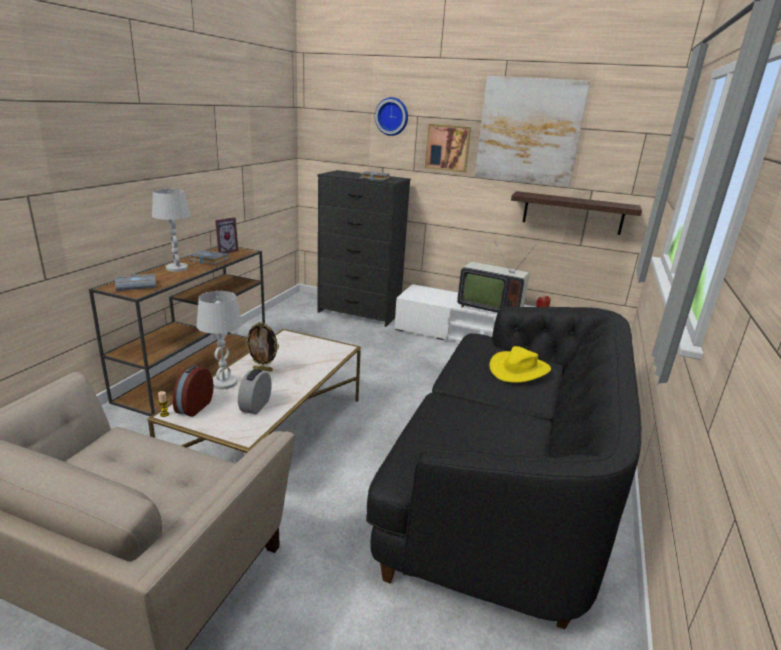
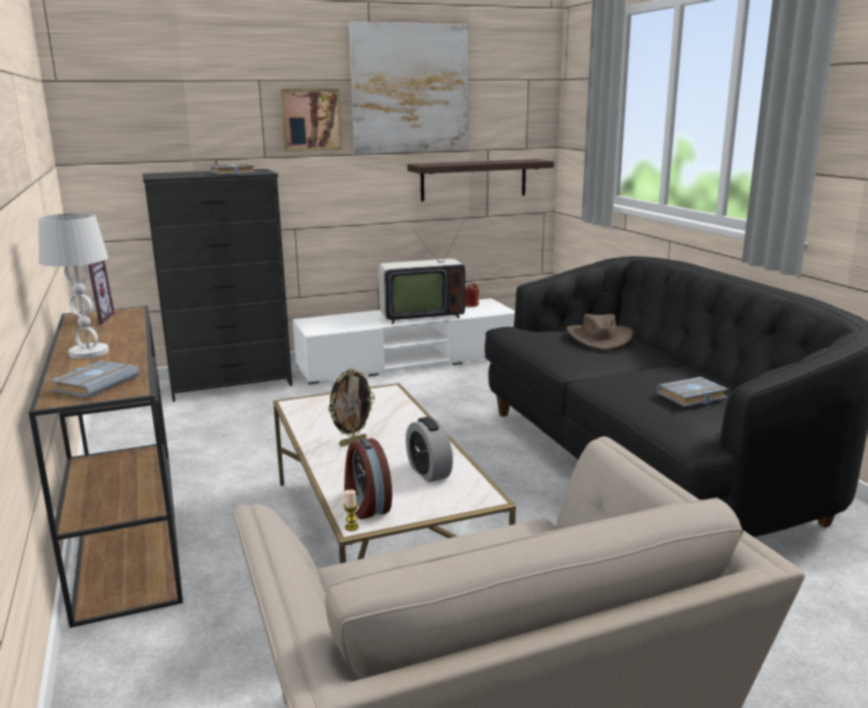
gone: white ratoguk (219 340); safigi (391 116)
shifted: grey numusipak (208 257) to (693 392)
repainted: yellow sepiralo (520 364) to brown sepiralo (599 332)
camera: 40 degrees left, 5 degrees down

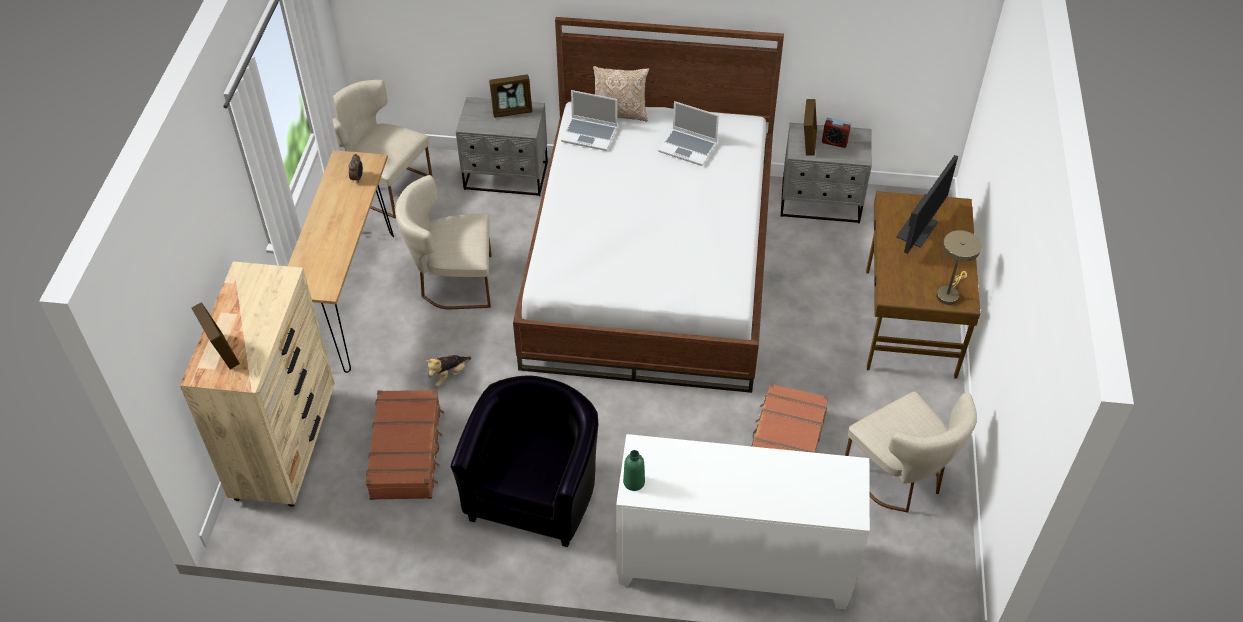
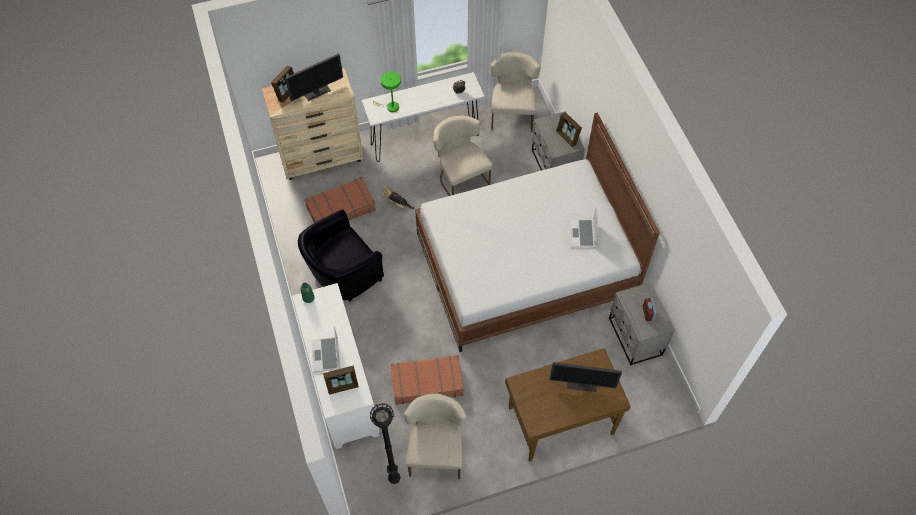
gone: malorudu (621 94); beige ratoguk (958 267)
new: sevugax (314 77); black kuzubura (385 443); green ratoguk (387 91)
shifted: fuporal (589 120) to (325 349); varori (810 127) to (341 380)
repainted: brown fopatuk (341 261) to white fopatuk (423 117)
rotated: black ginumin (524 461) = (341 255) 150 degrees clockwise; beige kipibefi (911 452) = (435 436) 150 degrees clockwise
camera: 65 degrees right, 10 degrees up

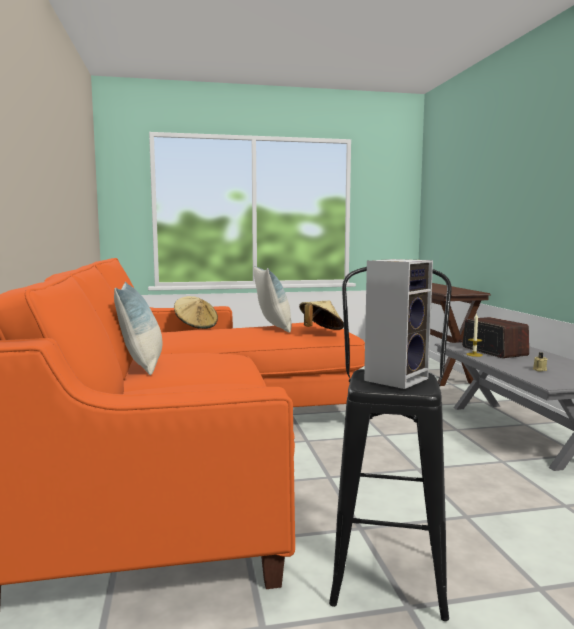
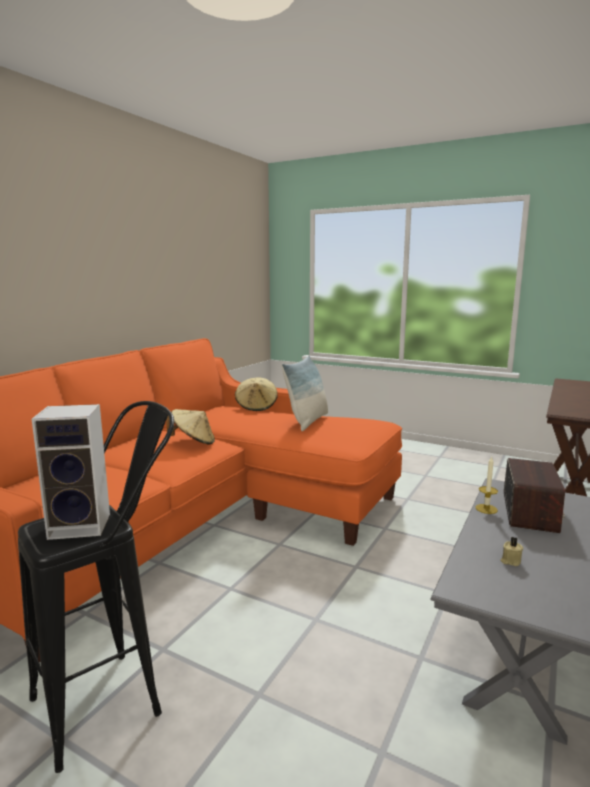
gone: malorudu (138 328)
shifted: beige sepiralo (321 315) to (190 427)
camera: 40 degrees right, 5 degrees up

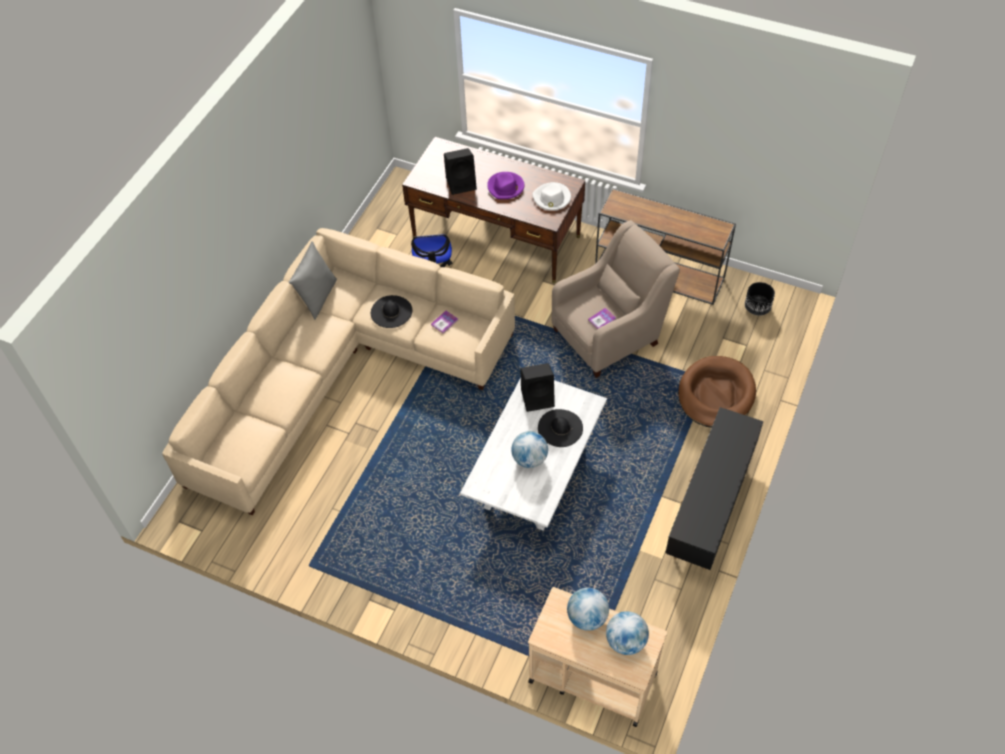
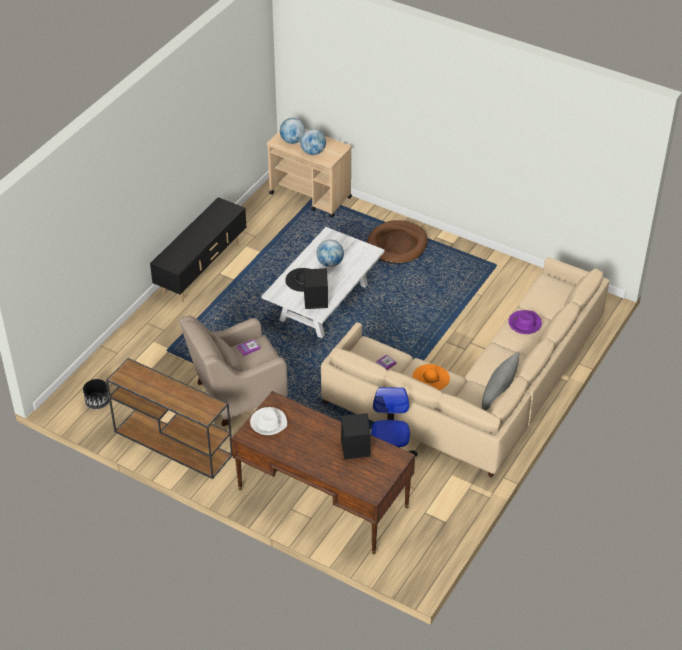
shifted: purple sepiralo (505 185) to (525 322); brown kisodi (717 392) to (397 242)
repainted: black sepiralo (392 311) to orange sepiralo (431 377)
camera: 175 degrees left, 10 degrees down

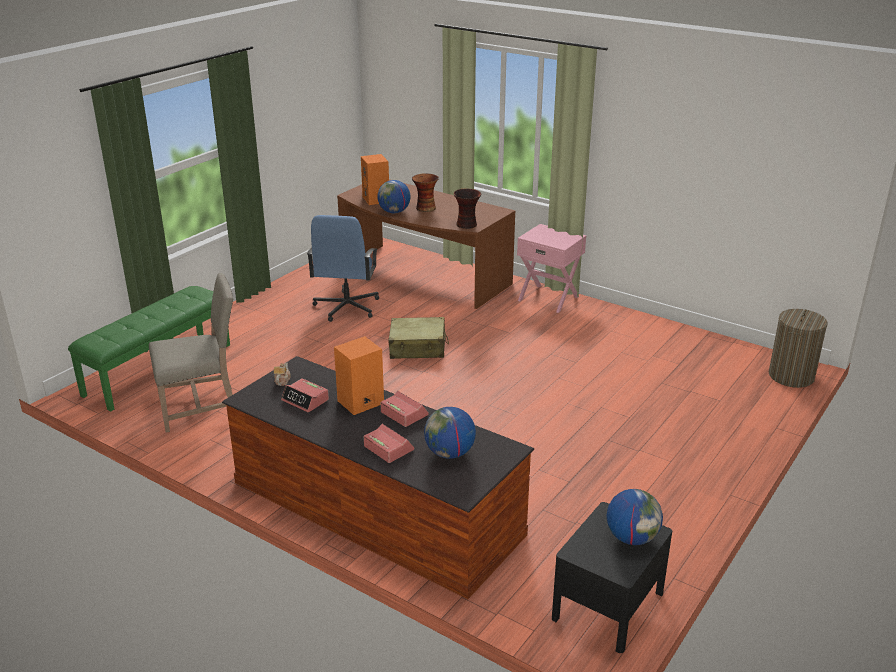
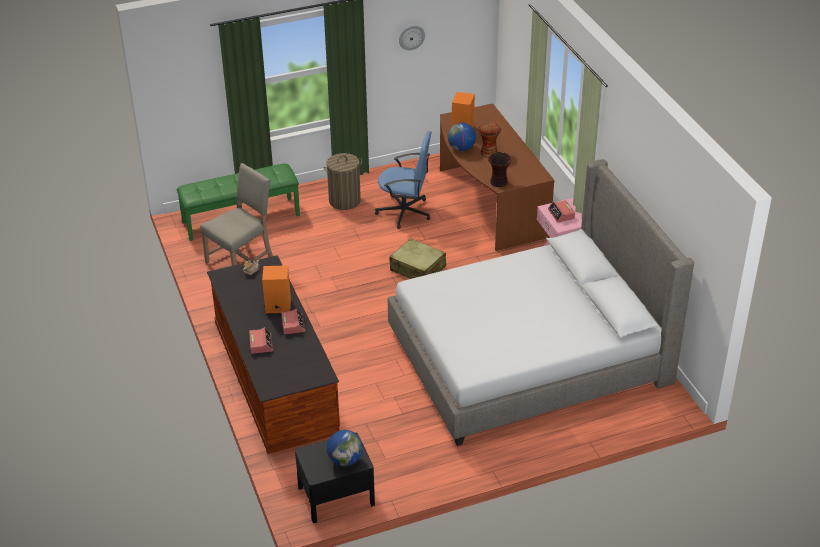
gone: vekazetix (450 433)
new: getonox (541 302); safigi (412 38)
shifted: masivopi (305 395) to (561 211); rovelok (798 348) to (343 181)
rotated: beige kipibefi (191 353) = (236 214) 60 degrees counterclockwise; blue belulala (343 268) = (403 180) 120 degrees counterclockwise
camera: 35 degrees right, 10 degrees up

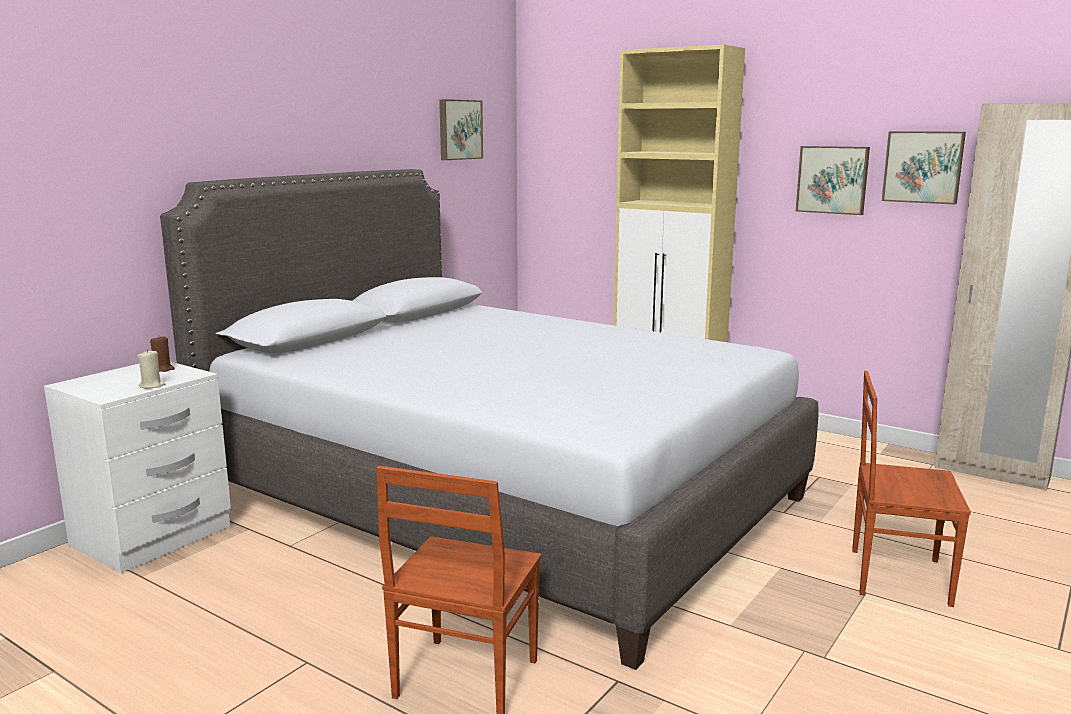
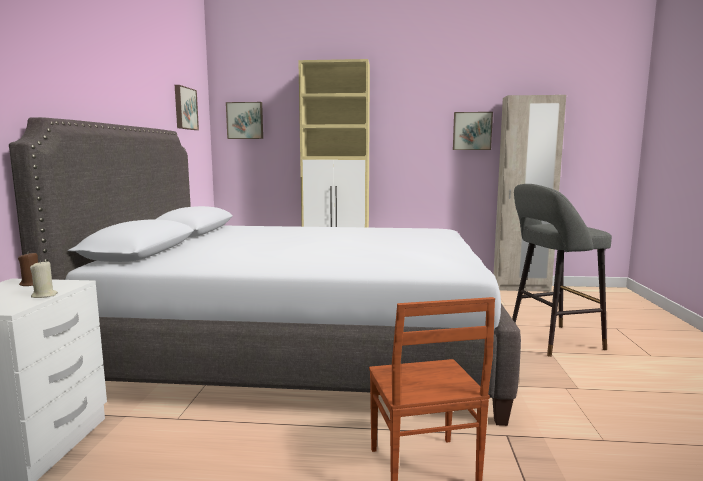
shifted: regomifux (832 180) to (244 120)
swapped: brown kipibefi (911 489) to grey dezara (562 270)
camera: 30 degrees left, 5 degrees down

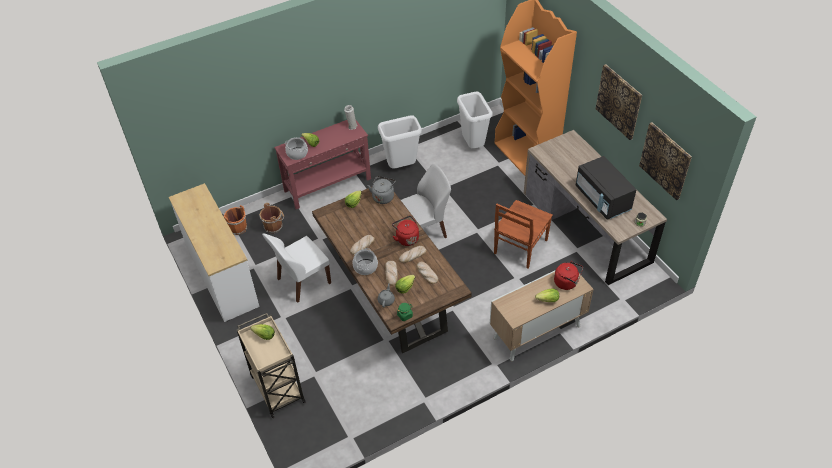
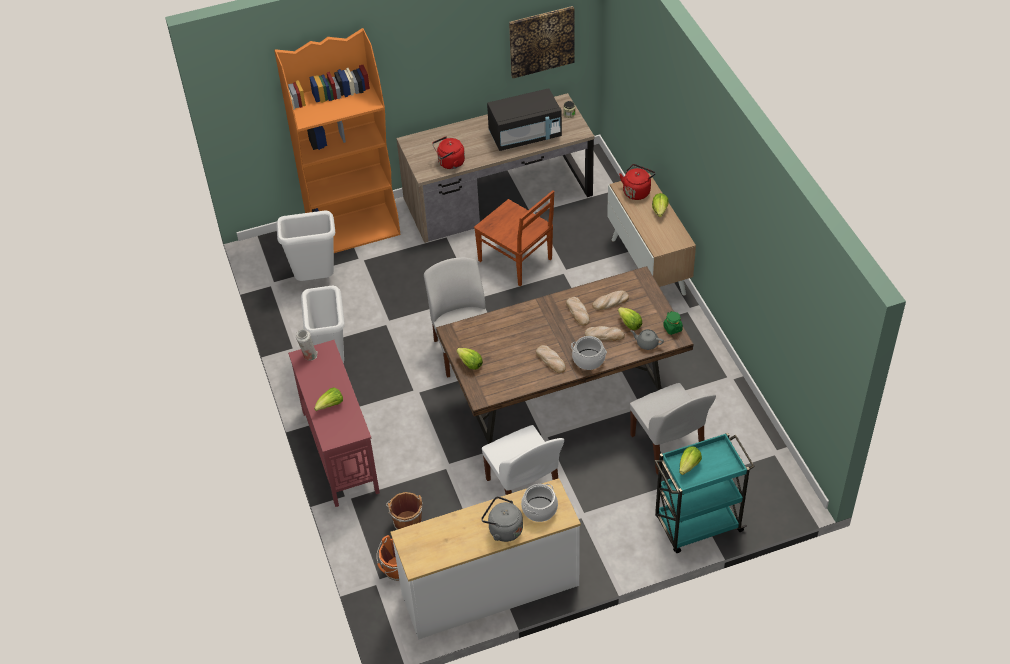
gone: regomifux (619 102)
new: white kipibefi (673 429)
shifted: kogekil (296 148) to (539 503); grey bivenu (382 190) to (502 519); red bivenu (405 231) to (448 152)
repainted: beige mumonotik (271 365) to turquoise mumonotik (704 493)
camera: 80 degrees left, 0 degrees up

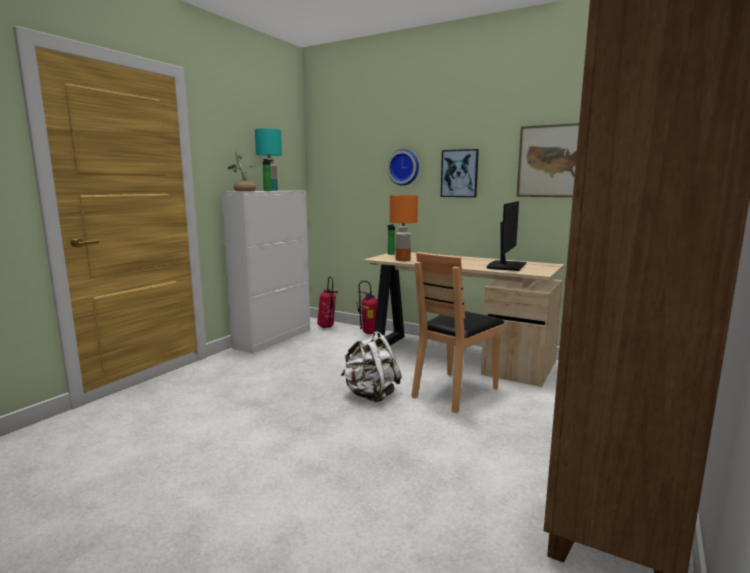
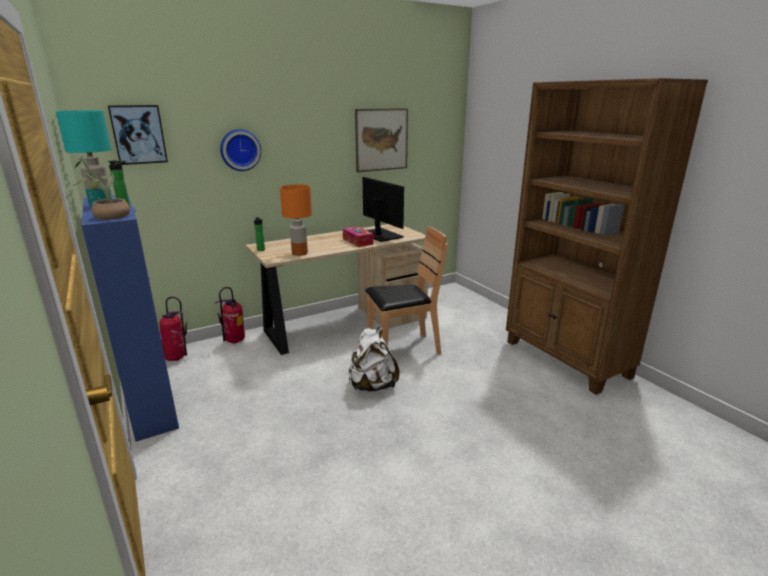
new: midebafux (358 236)
shifted: regomifux (460 173) to (138 135)
repainted: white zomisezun (265 272) to blue zomisezun (130 318)
rotated: brown kipibefi (457 332) = (406 290) 90 degrees counterclockwise
camera: 60 degrees left, 10 degrees up

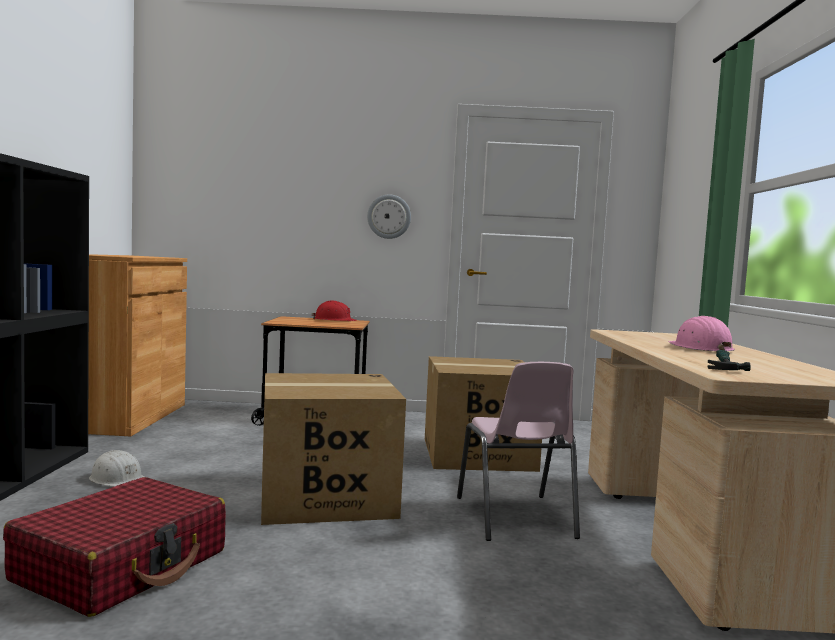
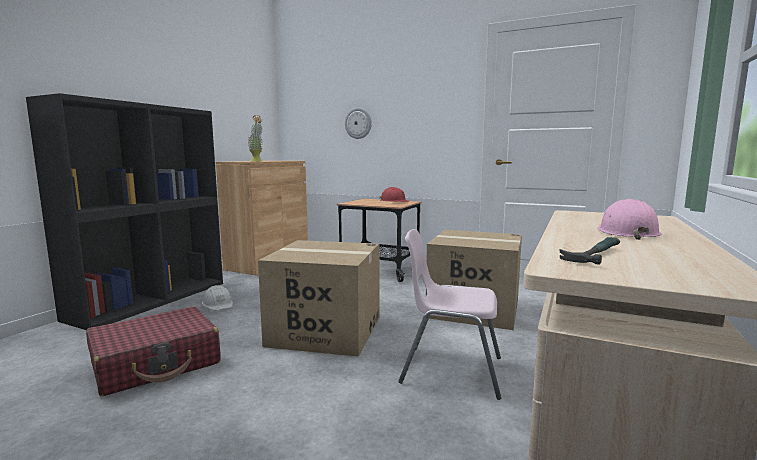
new: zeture (255 138)
shifted: safigi (389 216) to (358 123)
rotated: pink kipibefi (518 451) = (449 314) 90 degrees clockwise
camera: 25 degrees right, 5 degrees up

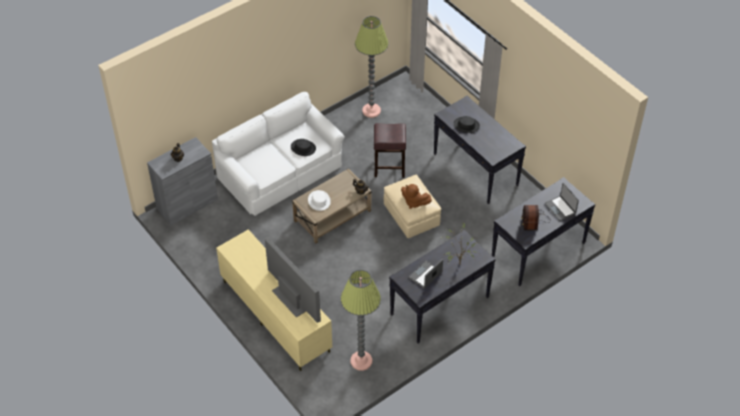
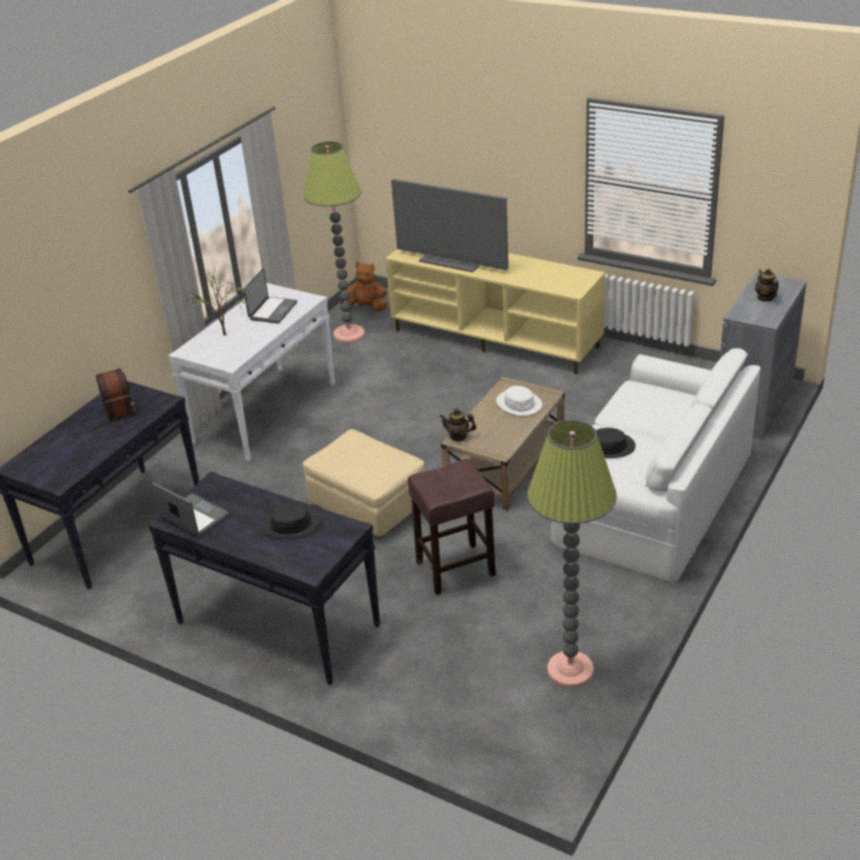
shifted: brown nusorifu (416 196) to (363 286); fuporal (562 202) to (190 509)
repainted: black fopatuk (442 287) to white fopatuk (251 372)
camera: 160 degrees right, 15 degrees down

